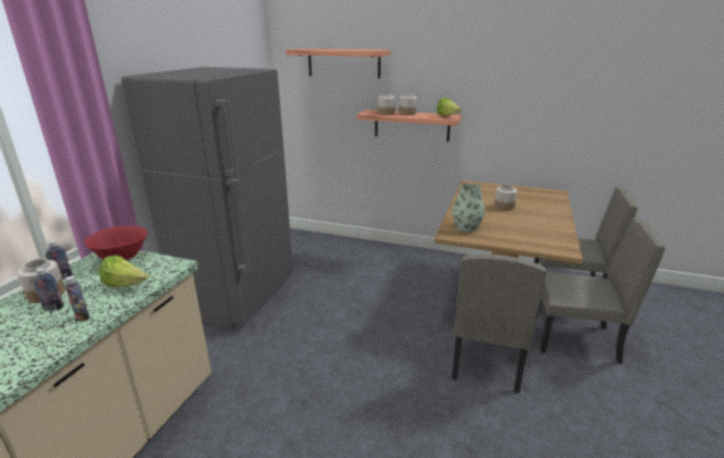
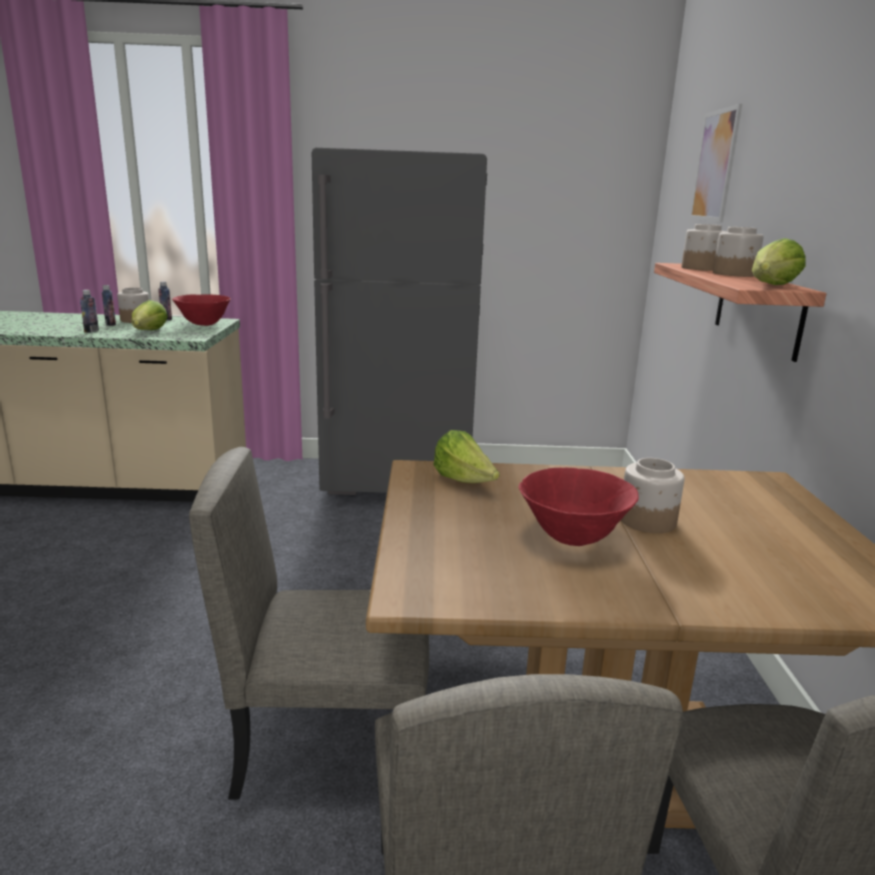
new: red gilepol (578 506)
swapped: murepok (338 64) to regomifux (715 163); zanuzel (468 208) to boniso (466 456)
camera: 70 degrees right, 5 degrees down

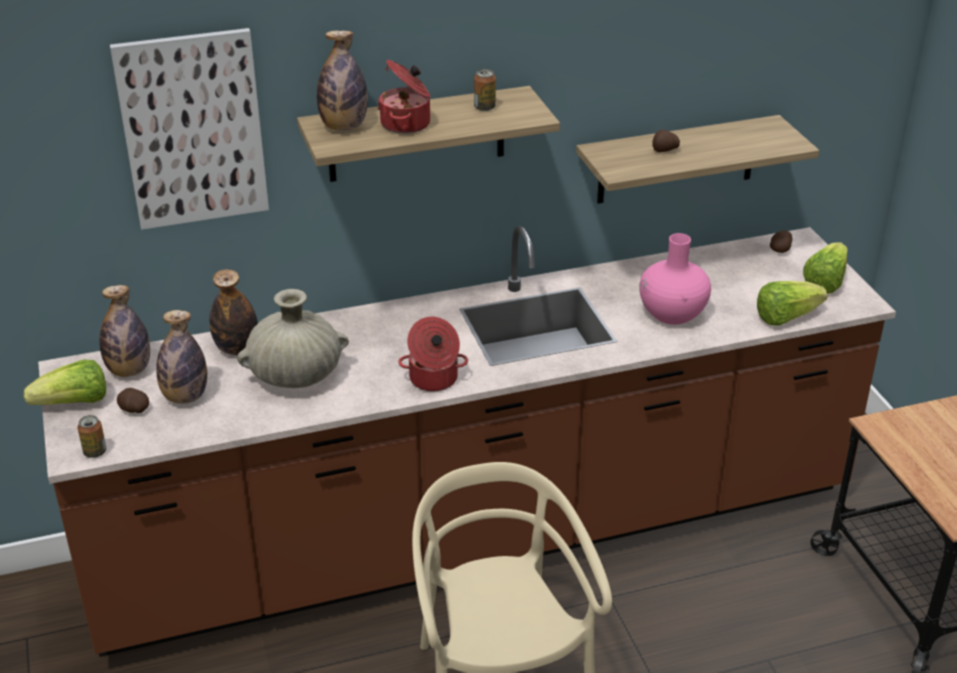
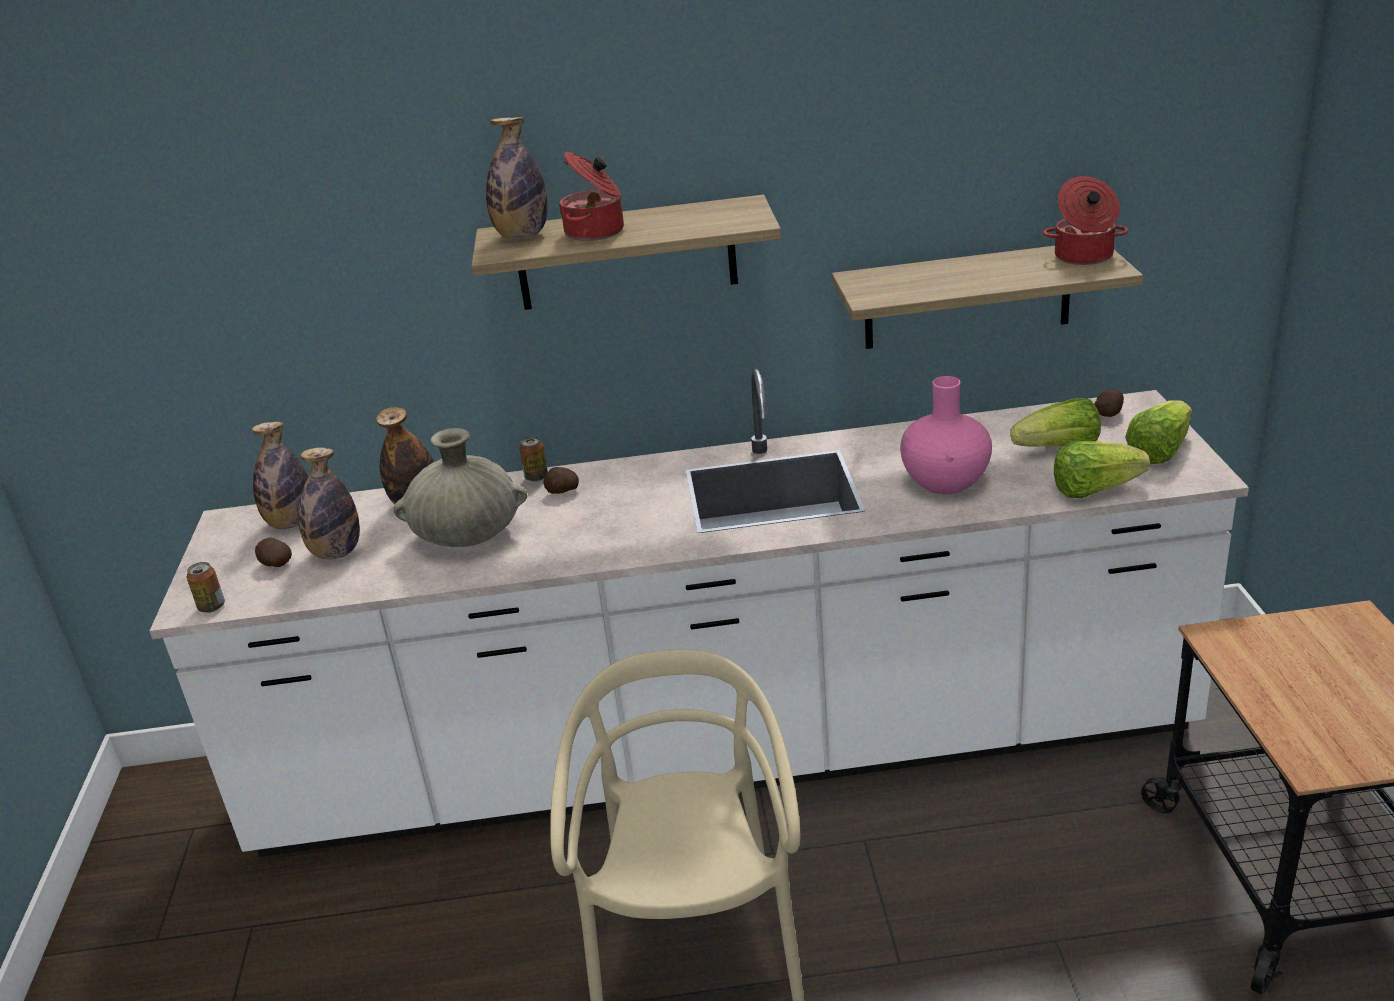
gone: regomifux (189 129)
shifted: boniso (65 382) to (1055 422); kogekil (433 354) to (1085 220); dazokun (485 90) to (533 459); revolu (666 141) to (561 480)
repainted: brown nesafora (467 441) to white nesafora (699 613)
camera: 15 degrees right, 5 degrees down

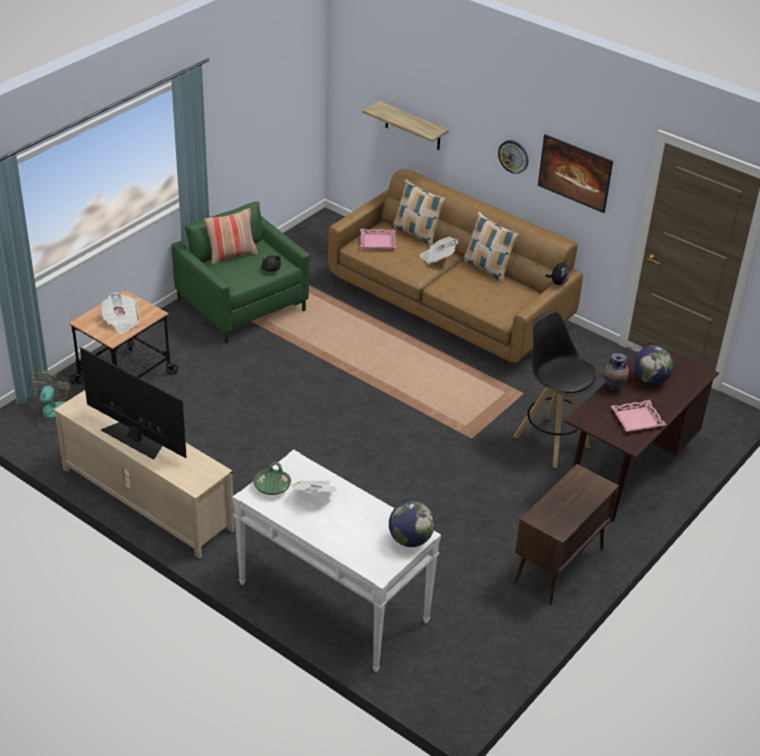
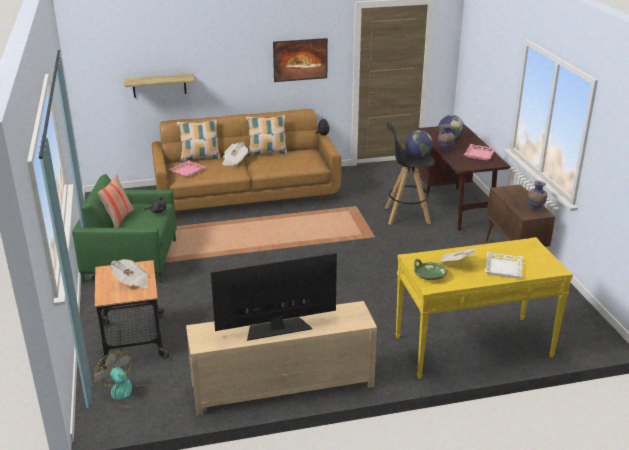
gone: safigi (513 157)
new: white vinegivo (504 265); zanuzel (537 195)
shifted: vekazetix (412 524) to (419 143)
repainted: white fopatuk (336 561) to yellow fopatuk (484 308)
camera: 50 degrees left, 10 degrees down

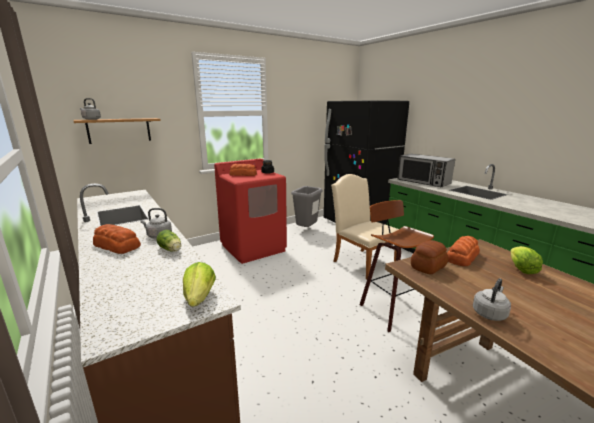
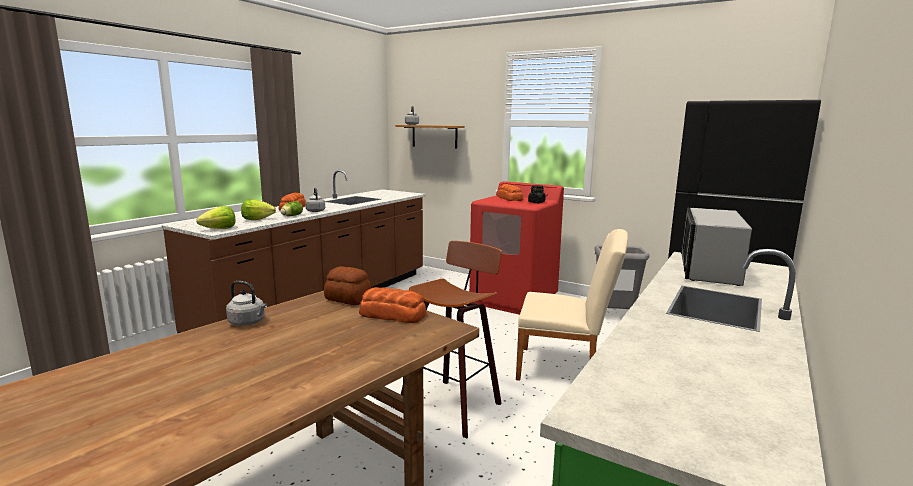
shifted: boniso (527 260) to (258 209)
rotated: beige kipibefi (365 227) = (572 305) 75 degrees clockwise
camera: 65 degrees right, 5 degrees down

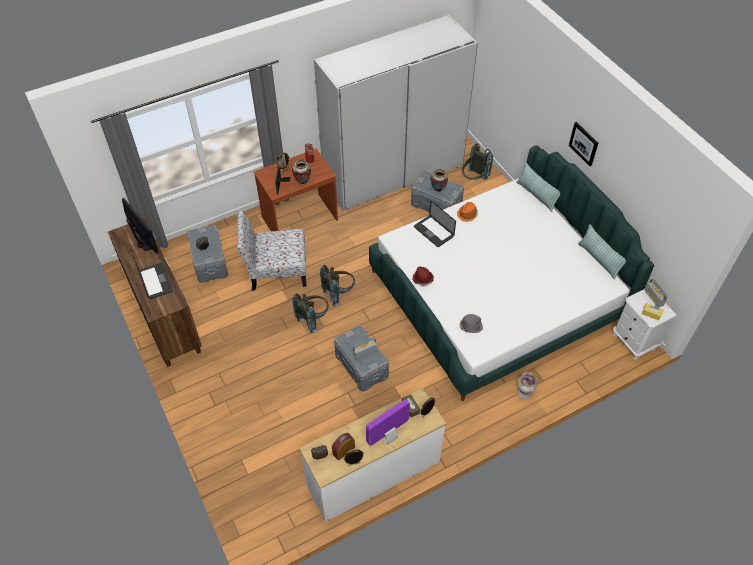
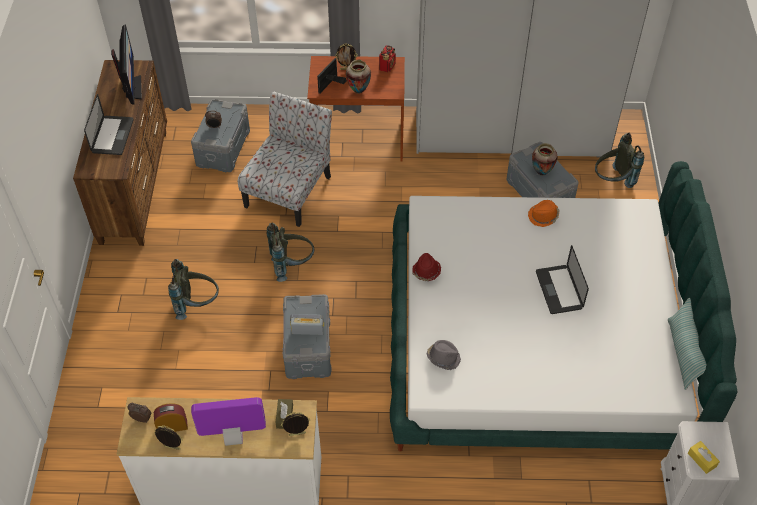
gone: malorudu (538 187); zanuzel (527 385); regomifux (583 144); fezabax (656 293)
shifted: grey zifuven (337 286) to (193 289); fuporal (435 224) to (562 279)
rotated: kipibefi (272 250) = (285 159) 90 degrees clockwise
camera: 30 degrees right, 0 degrees up

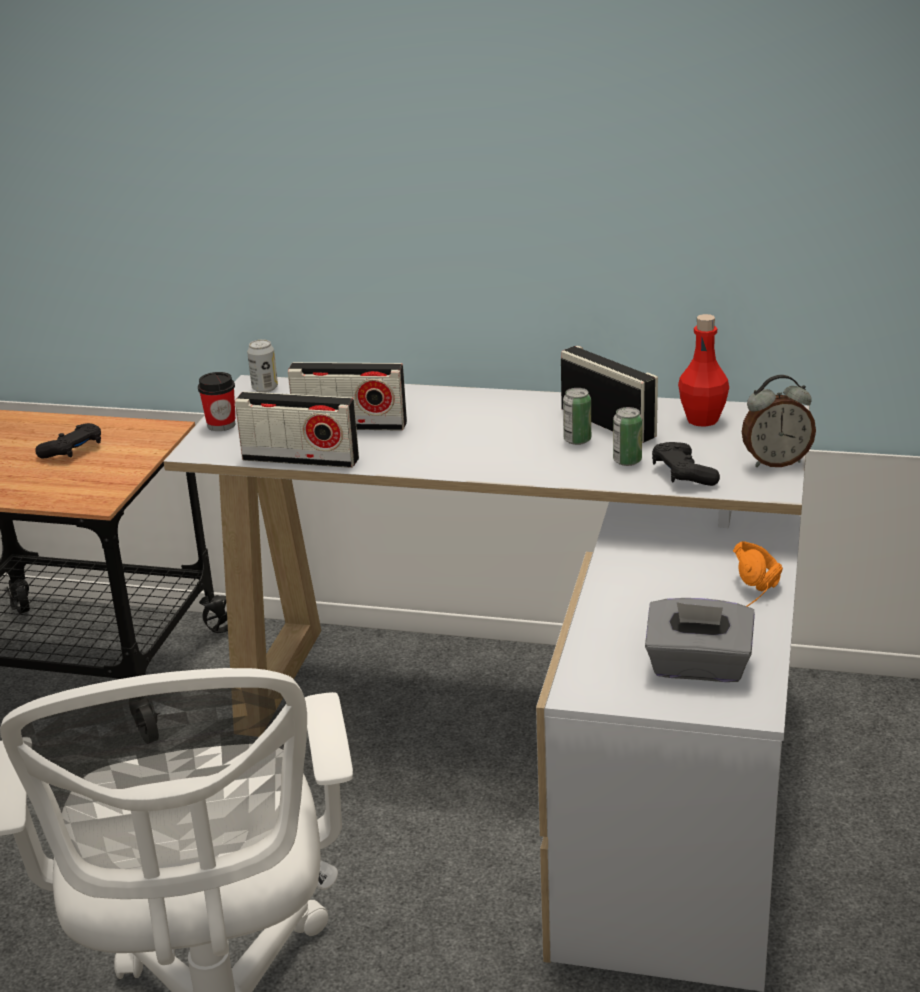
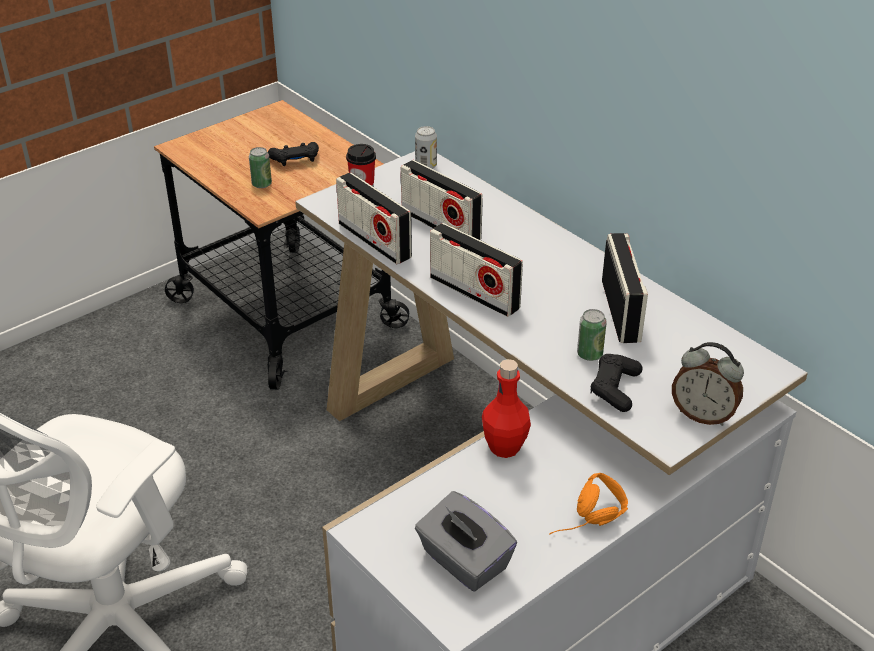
new: fezabax (476 270)
shifted: dazokun (577 416) to (260 167); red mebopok (703 370) to (506 408)
camera: 35 degrees right, 10 degrees up

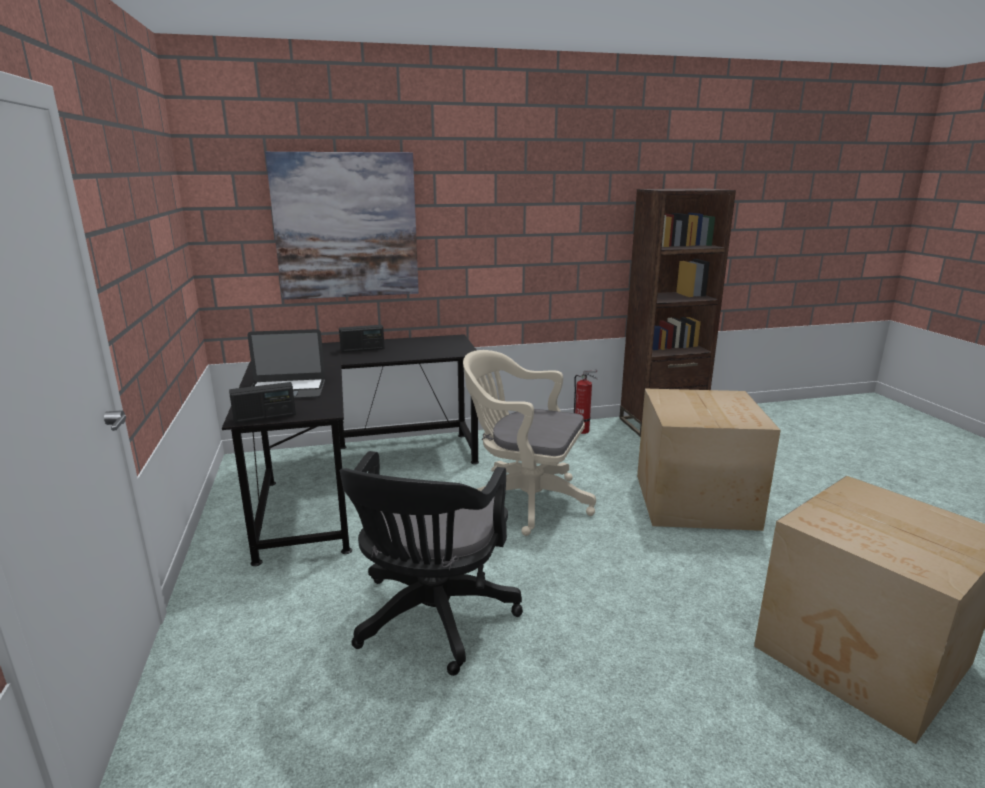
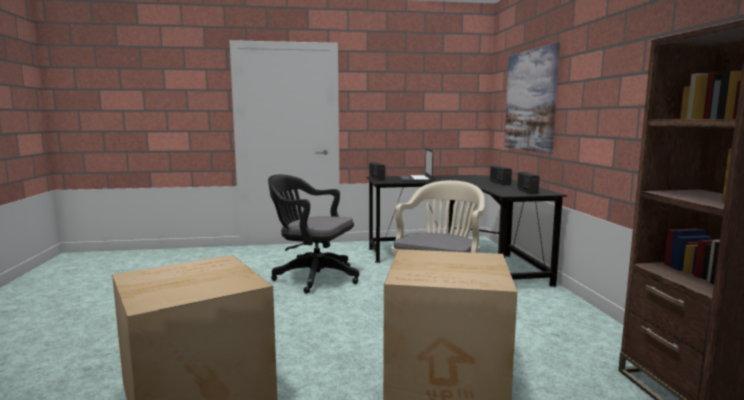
gone: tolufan (586 402)
new: fezabax (528 183)
camera: 95 degrees right, 10 degrees down

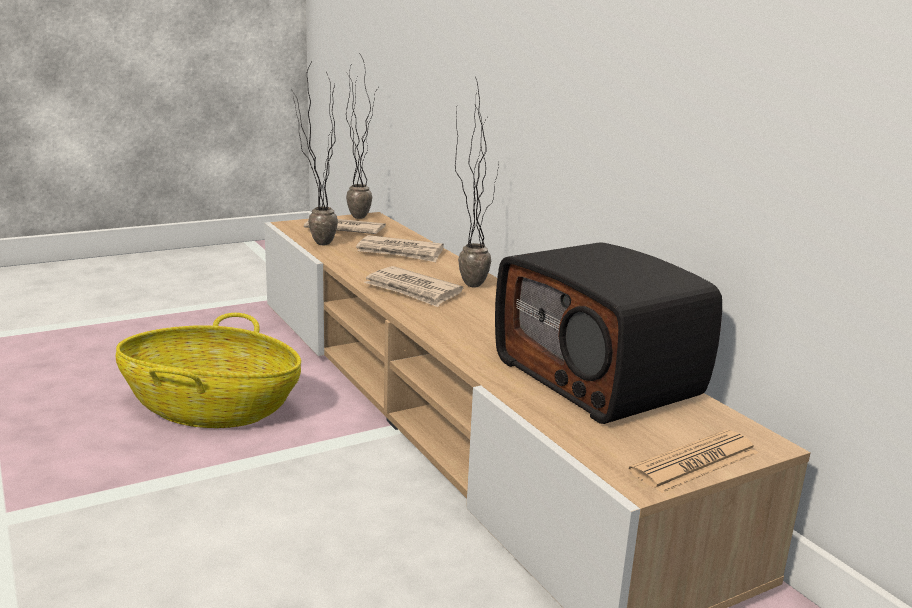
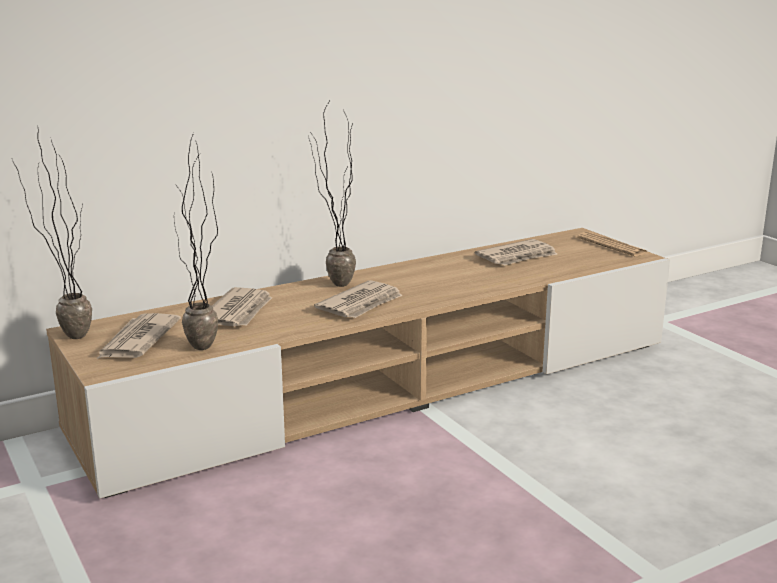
gone: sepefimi (208 370)
swapped: fezabax (608 333) to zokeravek (516 252)
camera: 90 degrees left, 0 degrees up

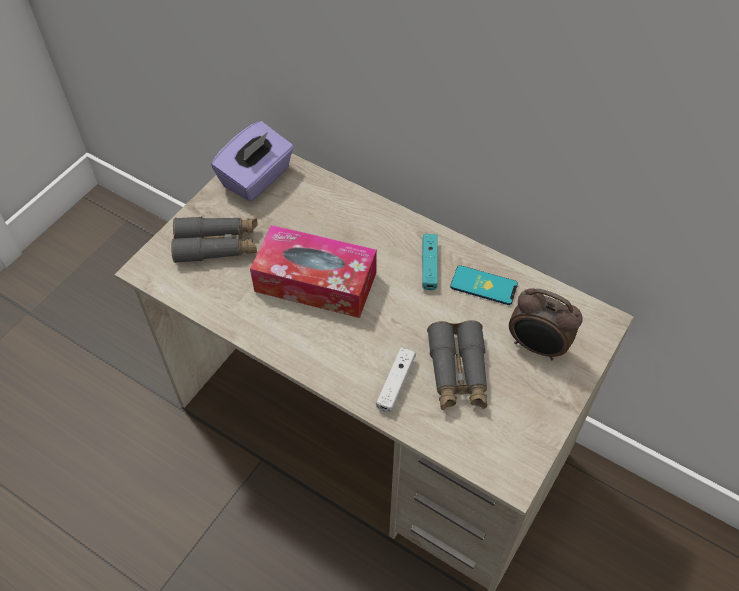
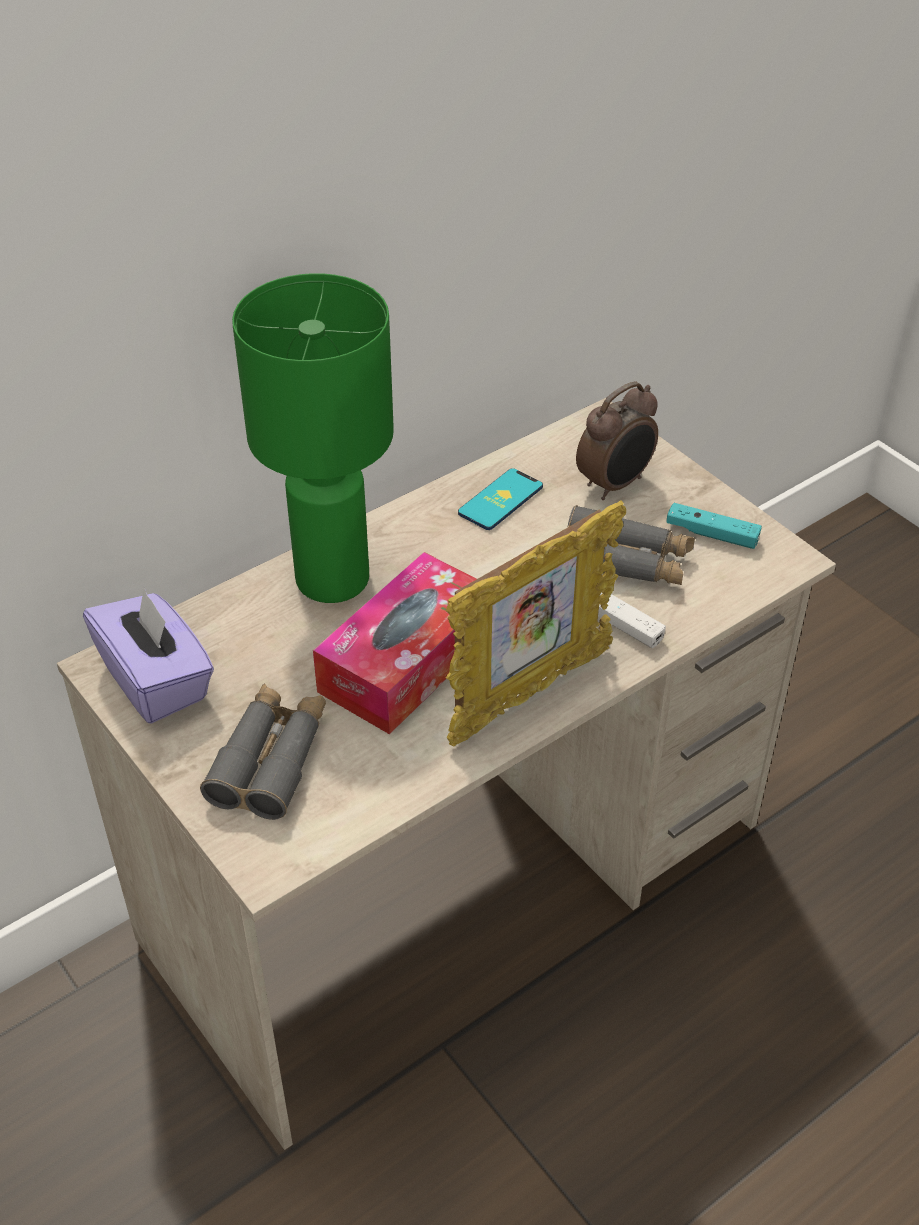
new: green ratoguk (313 438); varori (536 624)
shifted: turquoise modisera (430 262) to (714 526)
camera: 70 degrees left, 10 degrees down

